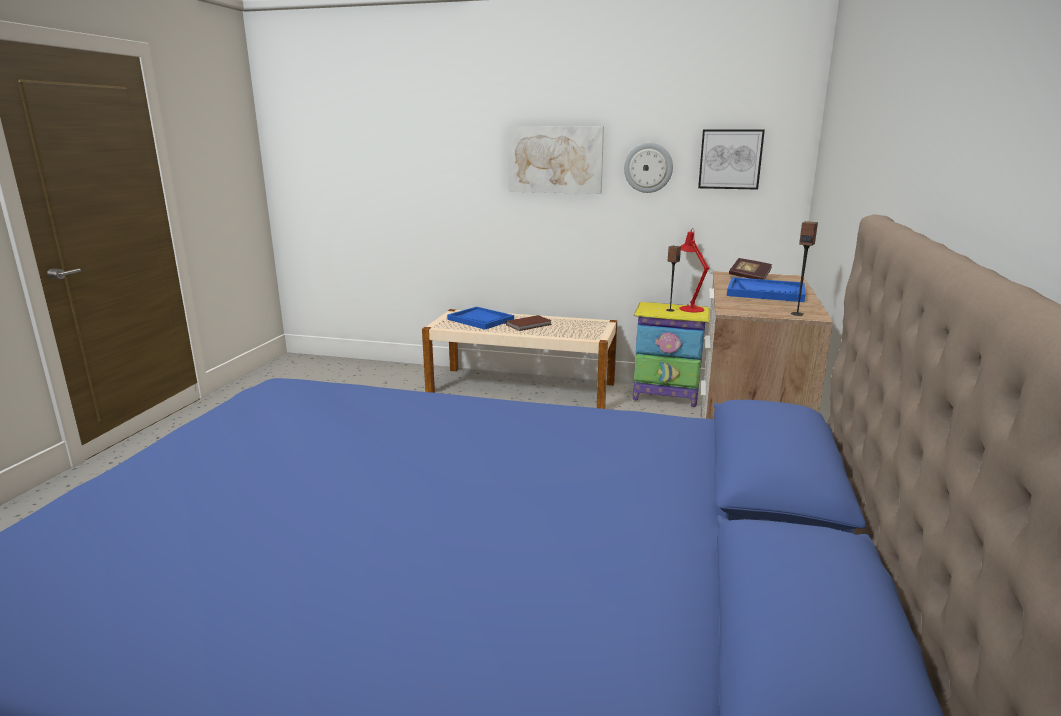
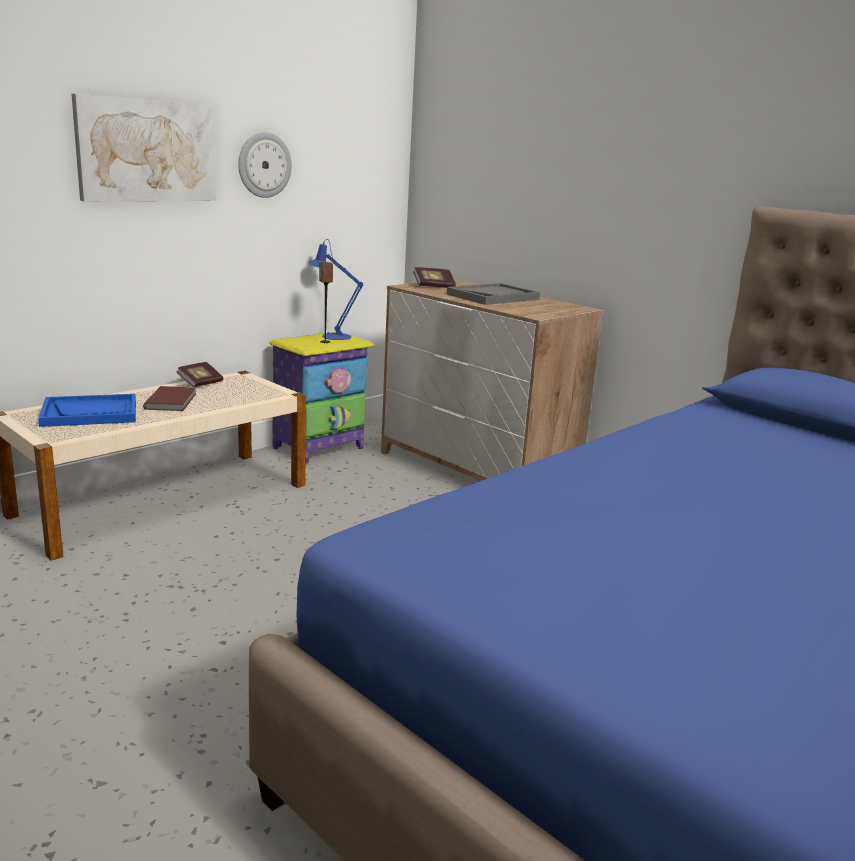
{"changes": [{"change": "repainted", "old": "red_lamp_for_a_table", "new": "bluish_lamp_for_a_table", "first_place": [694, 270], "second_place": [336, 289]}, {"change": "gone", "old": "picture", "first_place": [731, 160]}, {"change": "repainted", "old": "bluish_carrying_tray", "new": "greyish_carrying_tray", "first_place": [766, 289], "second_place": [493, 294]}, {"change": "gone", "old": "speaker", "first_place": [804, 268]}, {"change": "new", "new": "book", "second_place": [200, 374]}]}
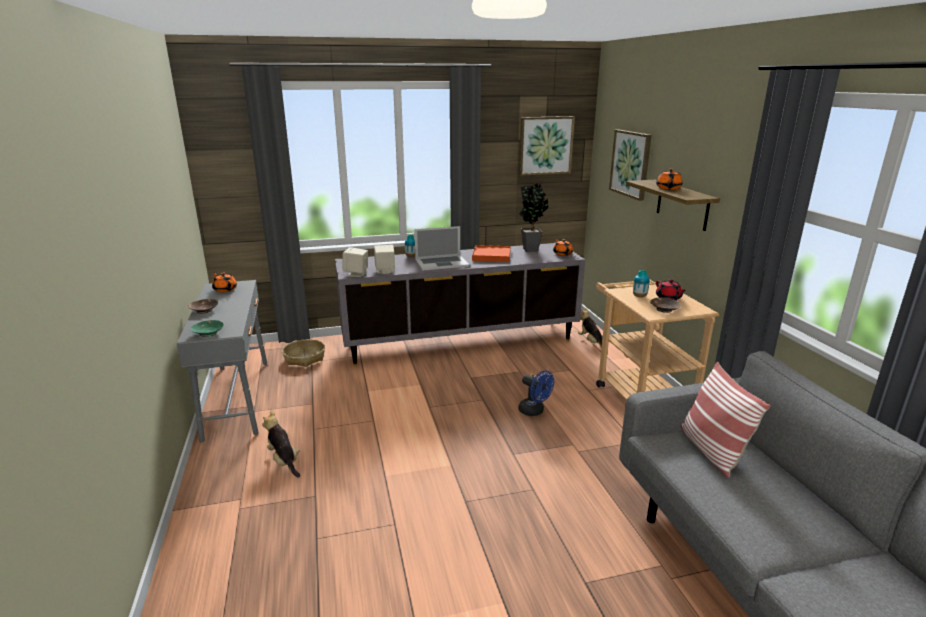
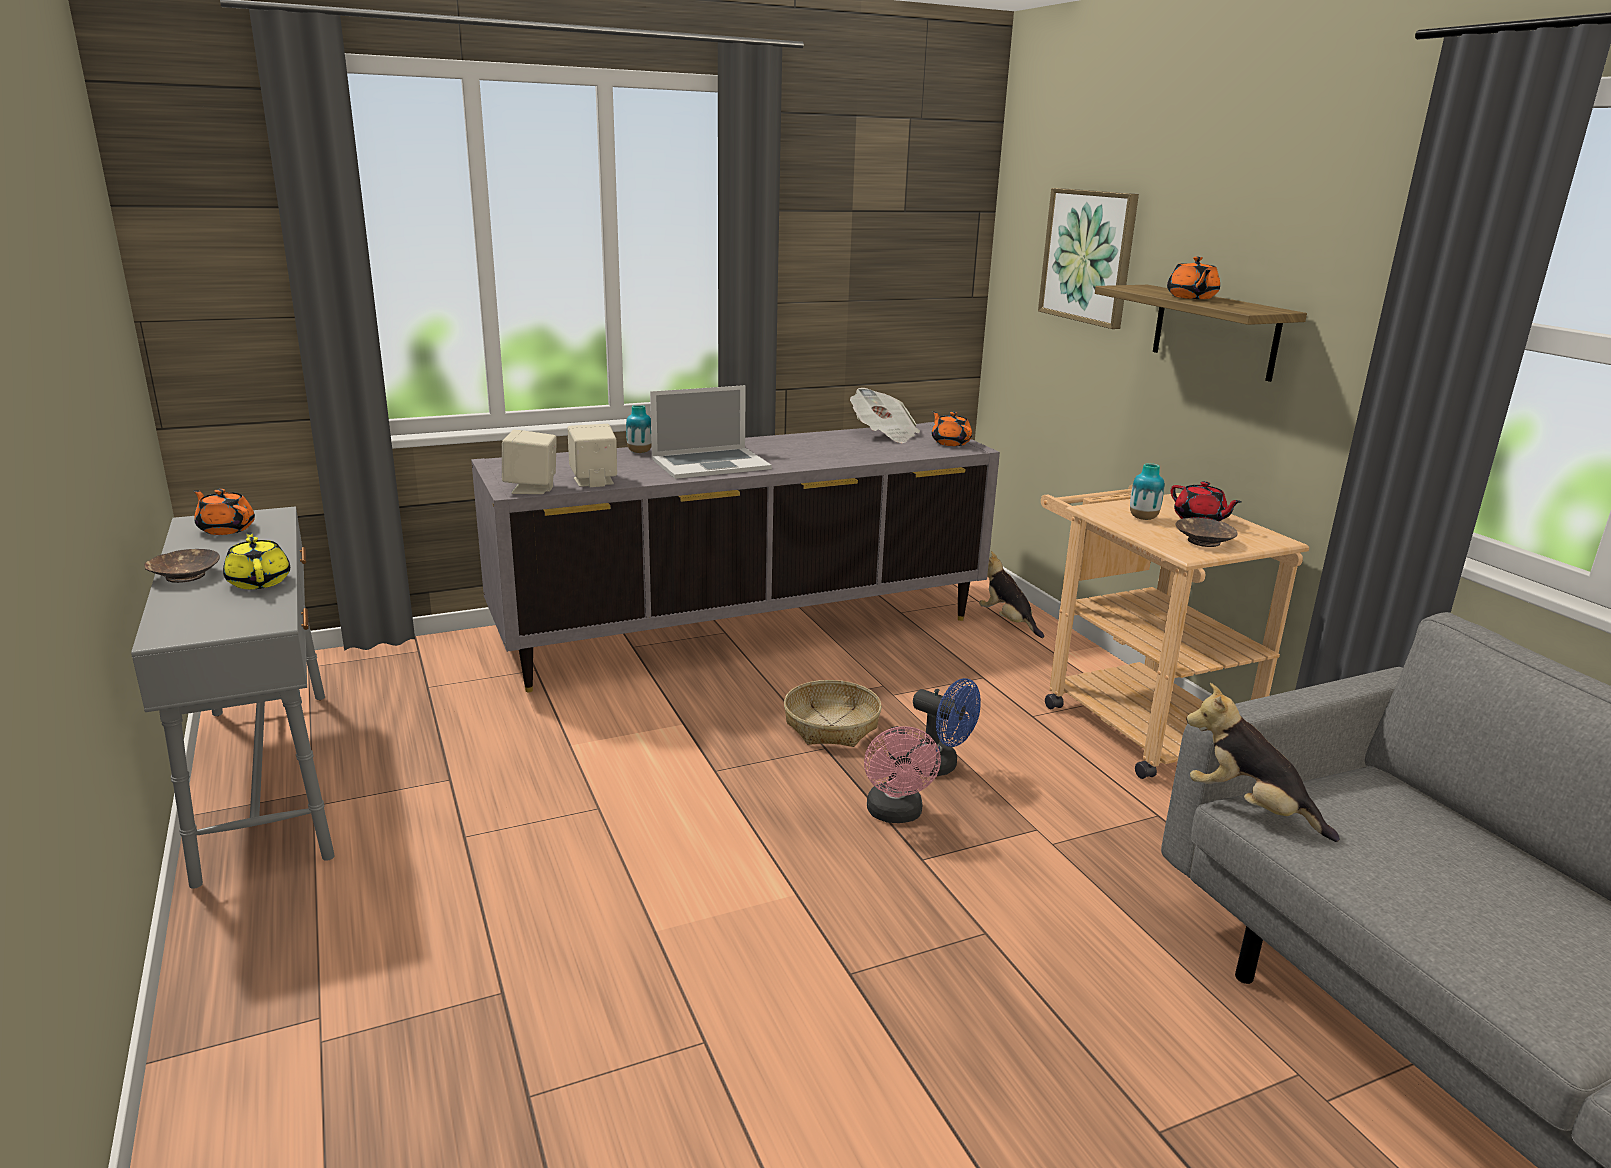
{"changes": [{"change": "gone", "old": "greenish_serving_bowl", "first_place": [206, 328]}, {"change": "shifted", "old": "cuddly_toy", "first_place": [281, 444], "second_place": [1263, 762]}, {"change": "shifted", "old": "storage_basket", "first_place": [303, 353], "second_place": [833, 713]}, {"change": "gone", "old": "orange_carrying_tray", "first_place": [491, 253]}, {"change": "gone", "old": "picture", "first_place": [547, 146]}, {"change": "swapped", "old": "houseplant", "new": "daily_paper", "first_place": [533, 217], "second_place": [885, 415]}, {"change": "gone", "old": "pillow", "first_place": [725, 420]}, {"change": "new", "new": "yellowish_teapot", "second_place": [256, 560]}, {"change": "new", "new": "pink-coloured_cooling_fan", "second_place": [902, 774]}]}
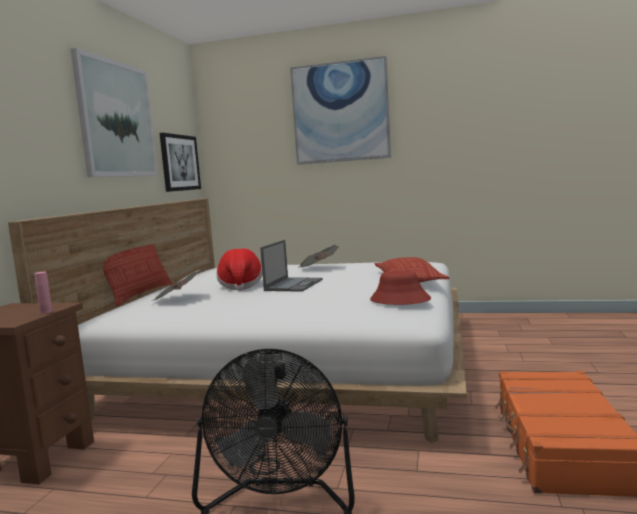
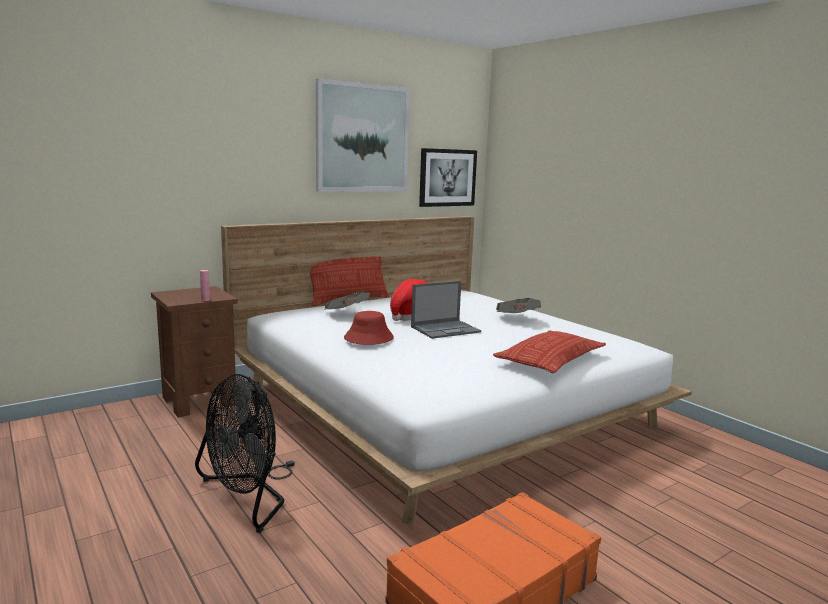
{"changes": [{"change": "gone", "old": "picture", "first_place": [340, 110]}, {"change": "shifted", "old": "red_wearable_hat", "first_place": [400, 288], "second_place": [369, 328]}]}
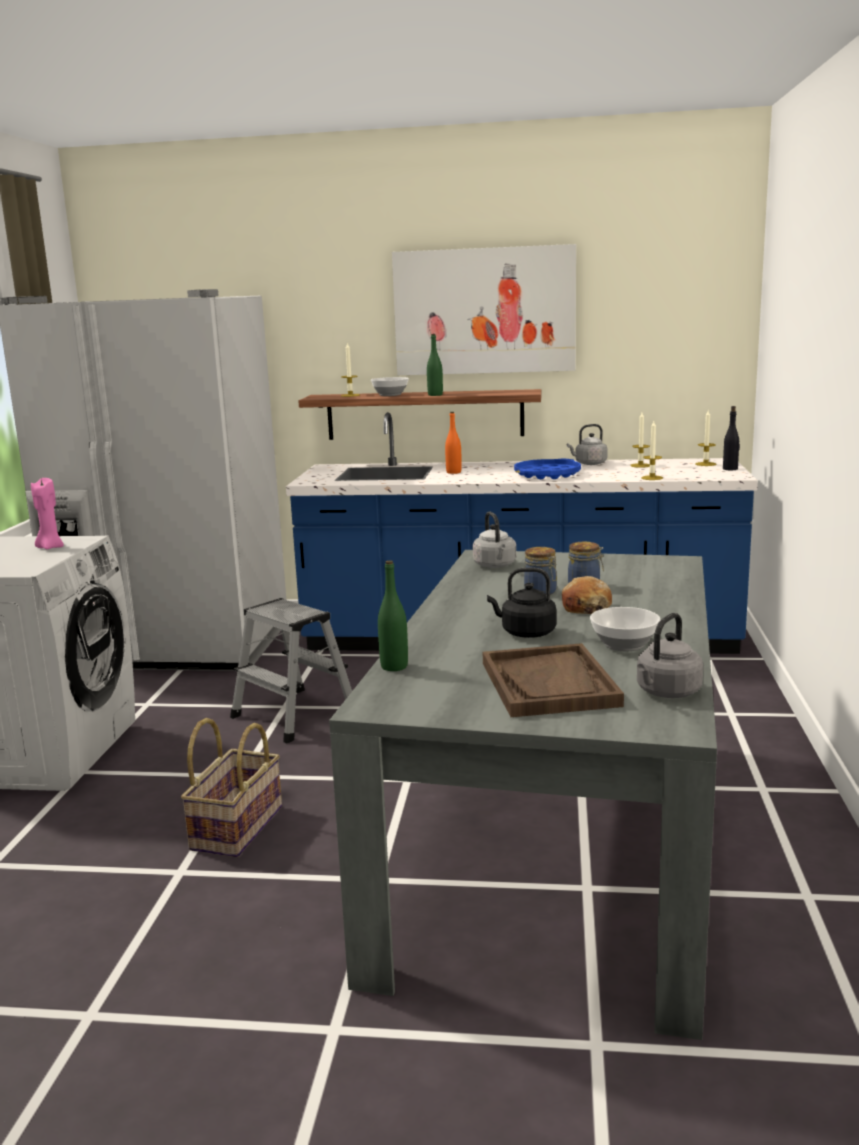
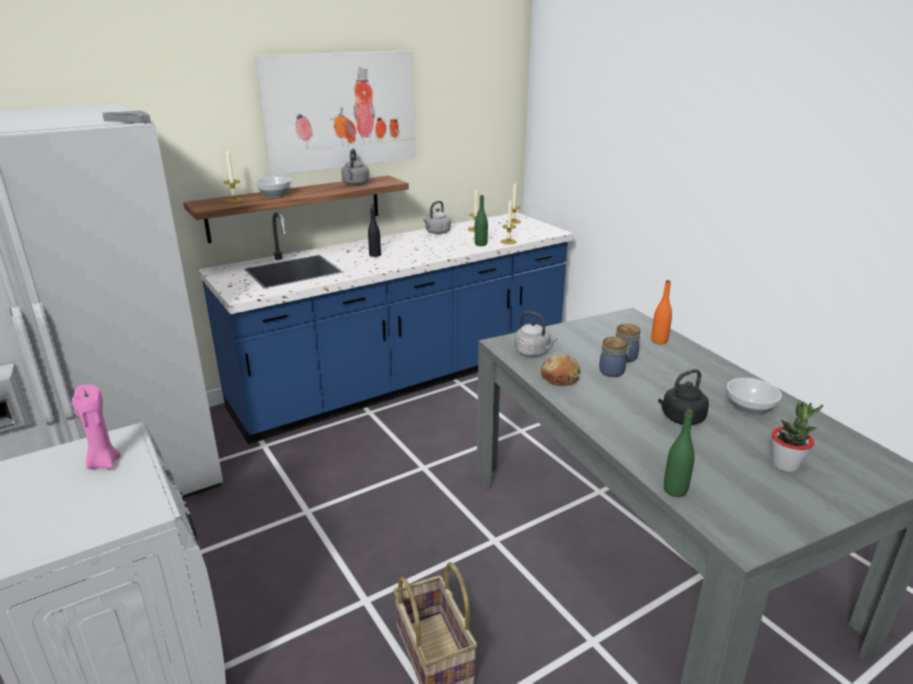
{"changes": [{"change": "gone", "old": "greyish_stepladder", "first_place": [291, 671]}, {"change": "shifted", "old": "greenish_bottle", "first_place": [435, 365], "second_place": [481, 220]}, {"change": "shifted", "old": "orange_bottle", "first_place": [453, 443], "second_place": [661, 312]}, {"change": "swapped", "old": "brown-coloured_carrying_tray", "new": "houseplant", "first_place": [553, 680], "second_place": [797, 436]}, {"change": "gone", "old": "bluish_carrying_tray", "first_place": [547, 469]}, {"change": "shifted", "old": "bakery_bread", "first_place": [587, 595], "second_place": [560, 370]}, {"change": "shifted", "old": "greyish_tea_kettle", "first_place": [670, 655], "second_place": [355, 167]}, {"change": "shifted", "old": "blackish_bottle", "first_place": [731, 438], "second_place": [374, 230]}]}
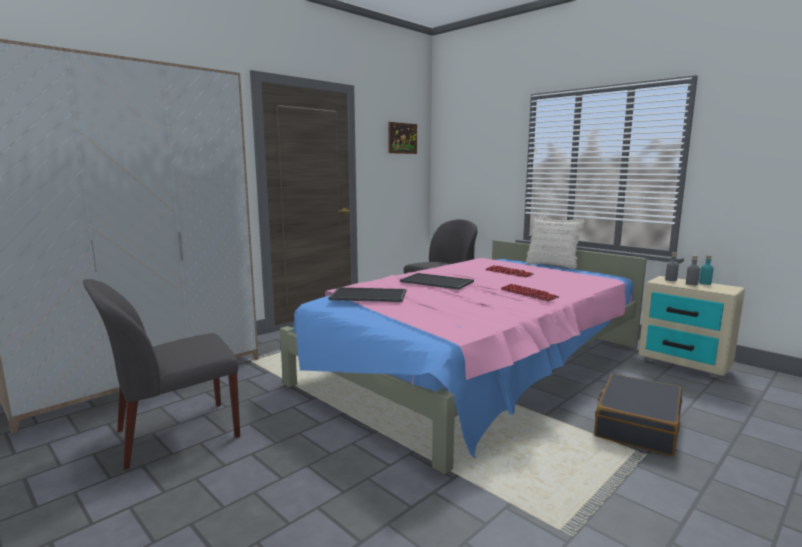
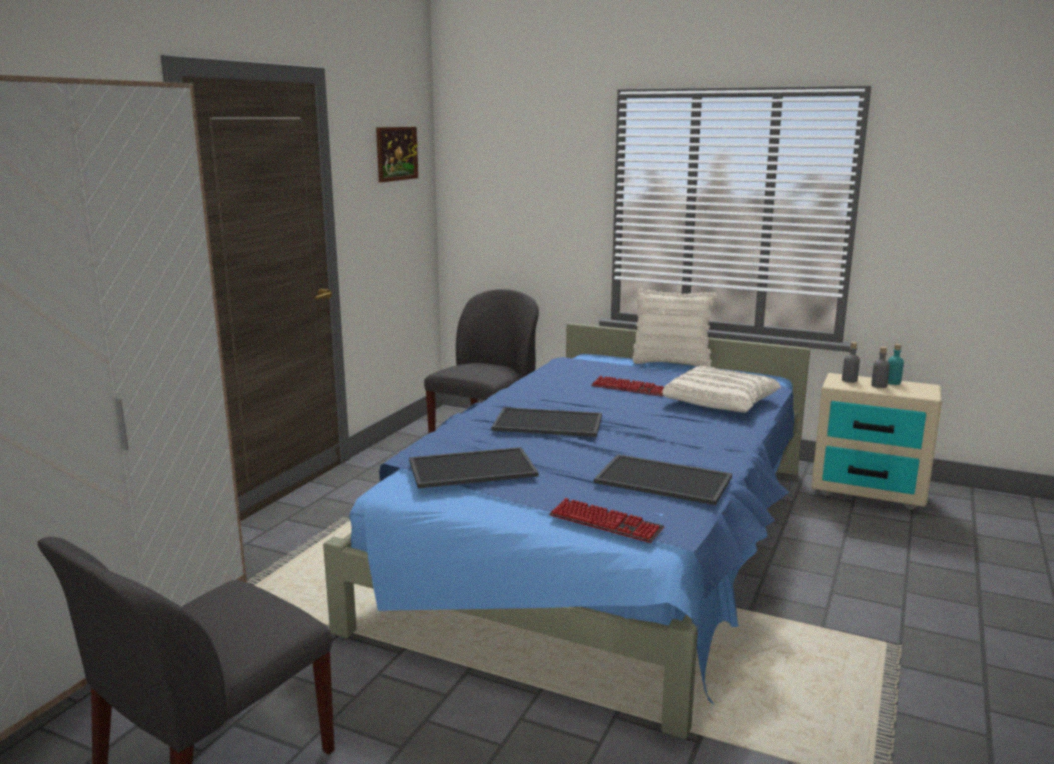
{"changes": [{"change": "repainted", "old": "pink-coloured_bed", "new": "bluish_bed", "first_place": [463, 357], "second_place": [566, 531]}, {"change": "shifted", "old": "PC_keyboard", "first_place": [530, 292], "second_place": [607, 520]}, {"change": "gone", "old": "blackish_travel_case", "first_place": [638, 415]}, {"change": "new", "new": "carrying_tray", "second_place": [663, 479]}, {"change": "new", "new": "sand-coloured_pillow", "second_place": [721, 389]}]}
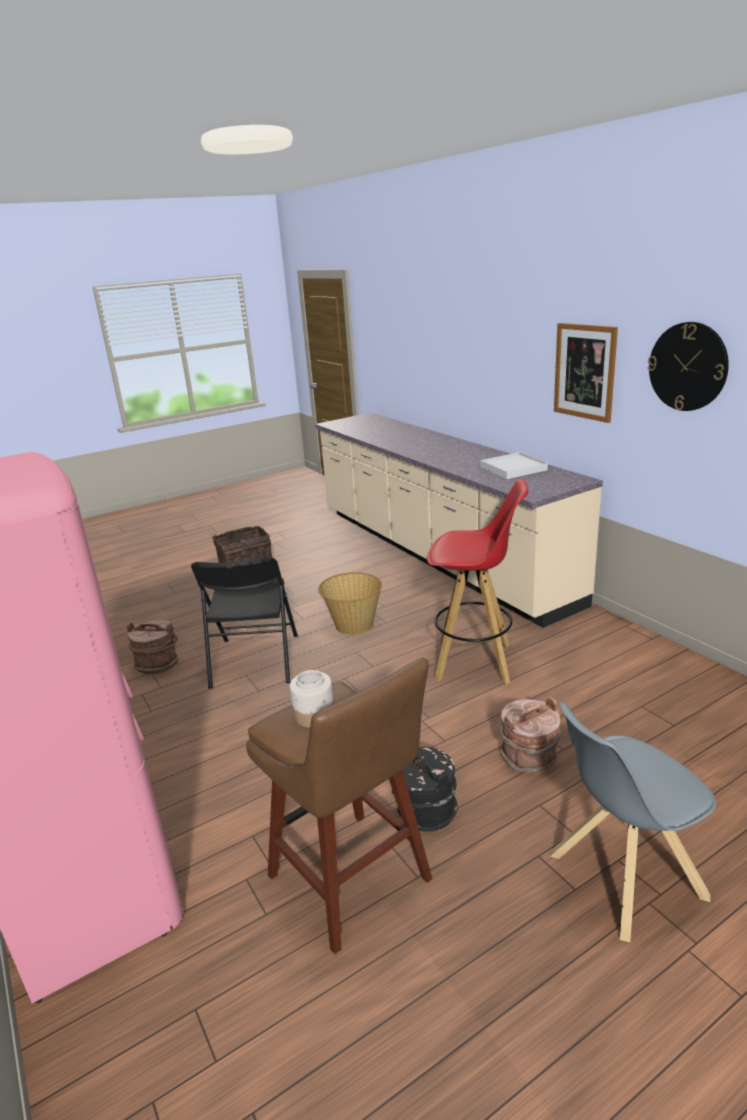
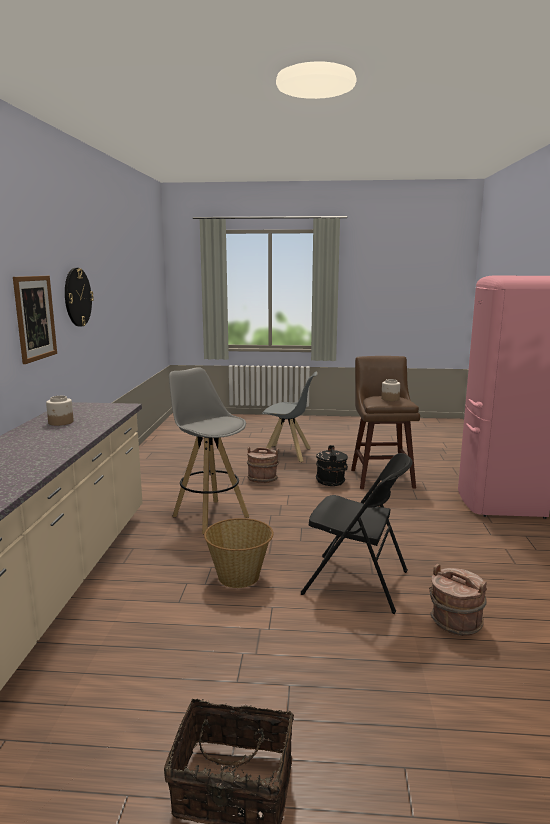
{"changes": [{"change": "rotated", "old": "blackish_chair", "first_place": [244, 623], "second_place": [357, 533], "degrees": 75}, {"change": "repainted", "old": "red_stool_seat", "new": "greyish_stool_seat", "first_place": [478, 582], "second_place": [209, 450]}, {"change": "swapped", "old": "white-coloured_carrying_tray", "new": "storage_jar", "first_place": [514, 465], "second_place": [60, 411]}]}
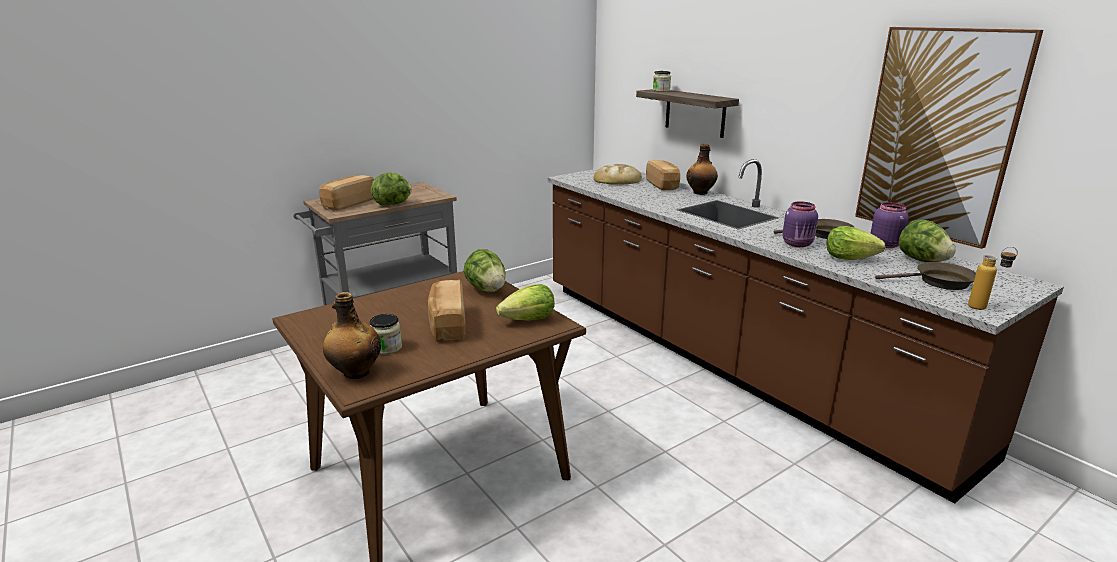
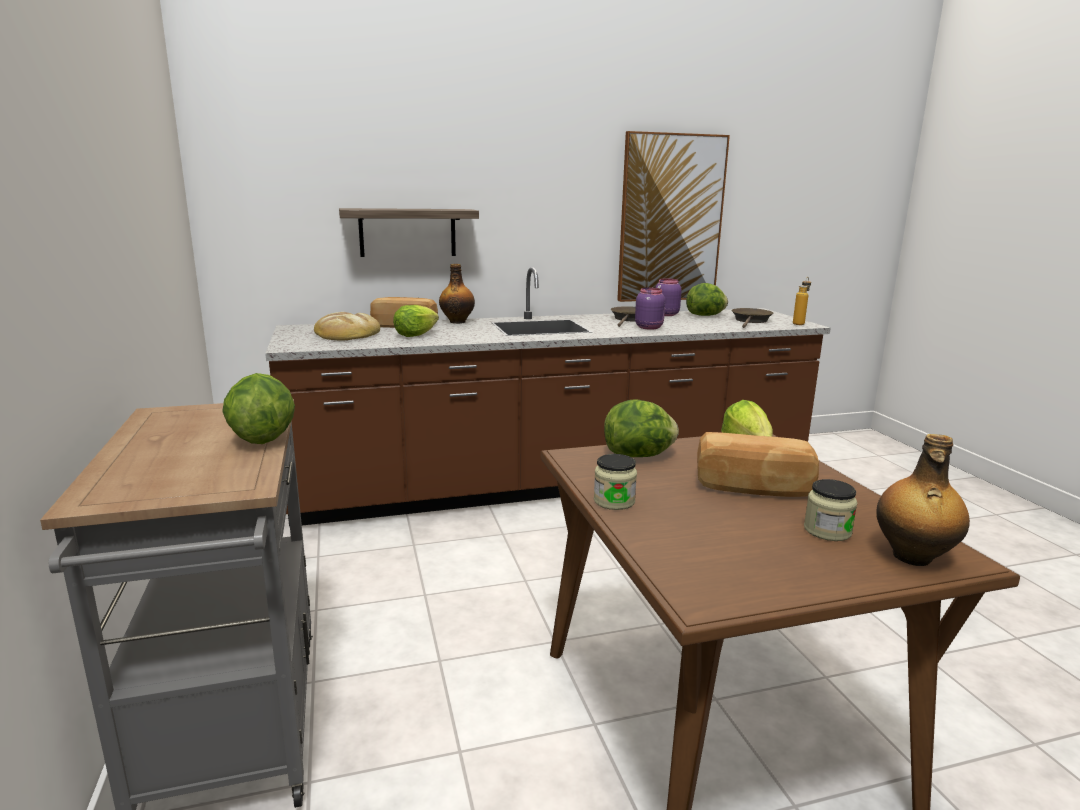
{"changes": [{"change": "gone", "old": "bakery_bread", "first_place": [346, 193]}, {"change": "shifted", "old": "storage_jar", "first_place": [662, 81], "second_place": [615, 482]}, {"change": "shifted", "old": "lettuce_head", "first_place": [856, 243], "second_place": [416, 321]}]}
